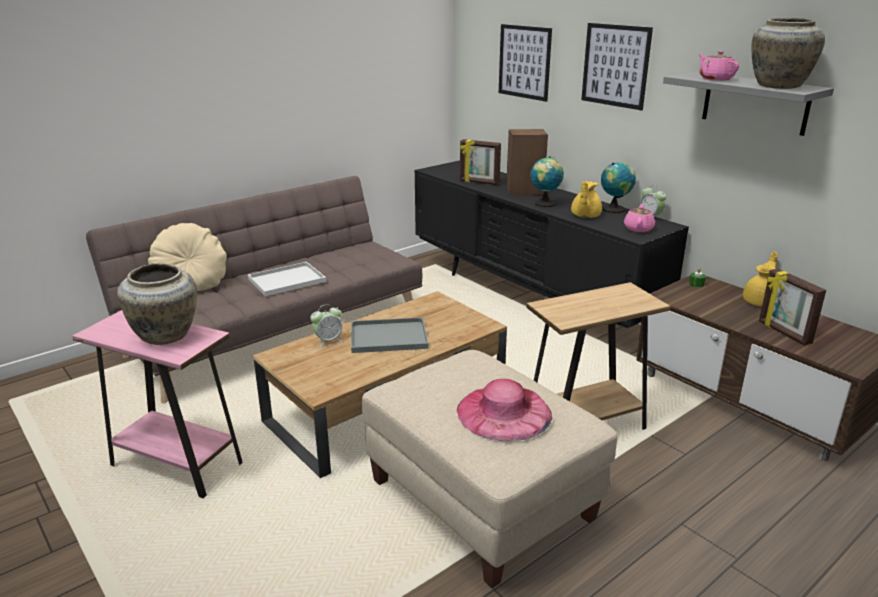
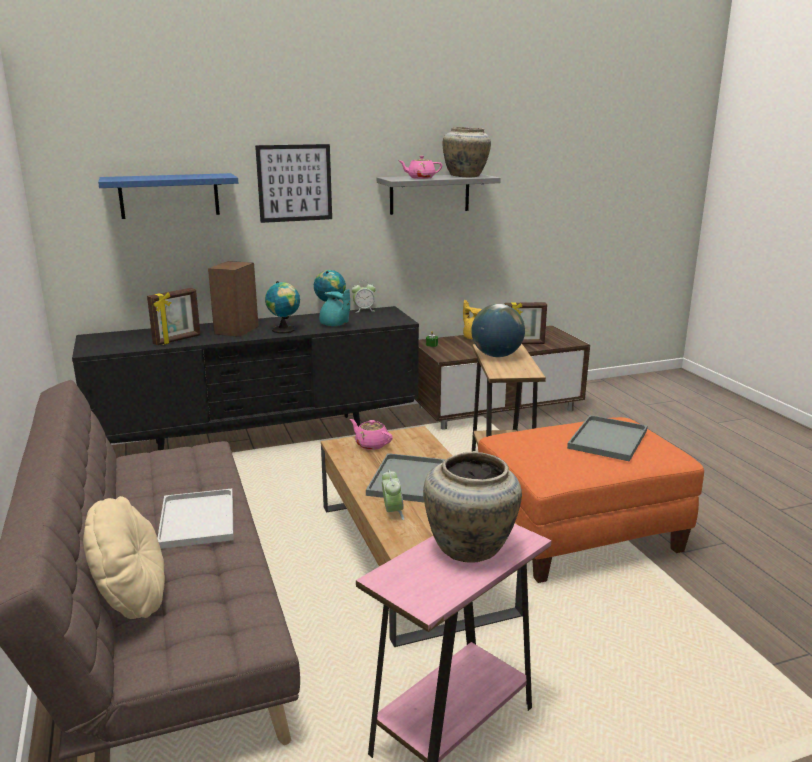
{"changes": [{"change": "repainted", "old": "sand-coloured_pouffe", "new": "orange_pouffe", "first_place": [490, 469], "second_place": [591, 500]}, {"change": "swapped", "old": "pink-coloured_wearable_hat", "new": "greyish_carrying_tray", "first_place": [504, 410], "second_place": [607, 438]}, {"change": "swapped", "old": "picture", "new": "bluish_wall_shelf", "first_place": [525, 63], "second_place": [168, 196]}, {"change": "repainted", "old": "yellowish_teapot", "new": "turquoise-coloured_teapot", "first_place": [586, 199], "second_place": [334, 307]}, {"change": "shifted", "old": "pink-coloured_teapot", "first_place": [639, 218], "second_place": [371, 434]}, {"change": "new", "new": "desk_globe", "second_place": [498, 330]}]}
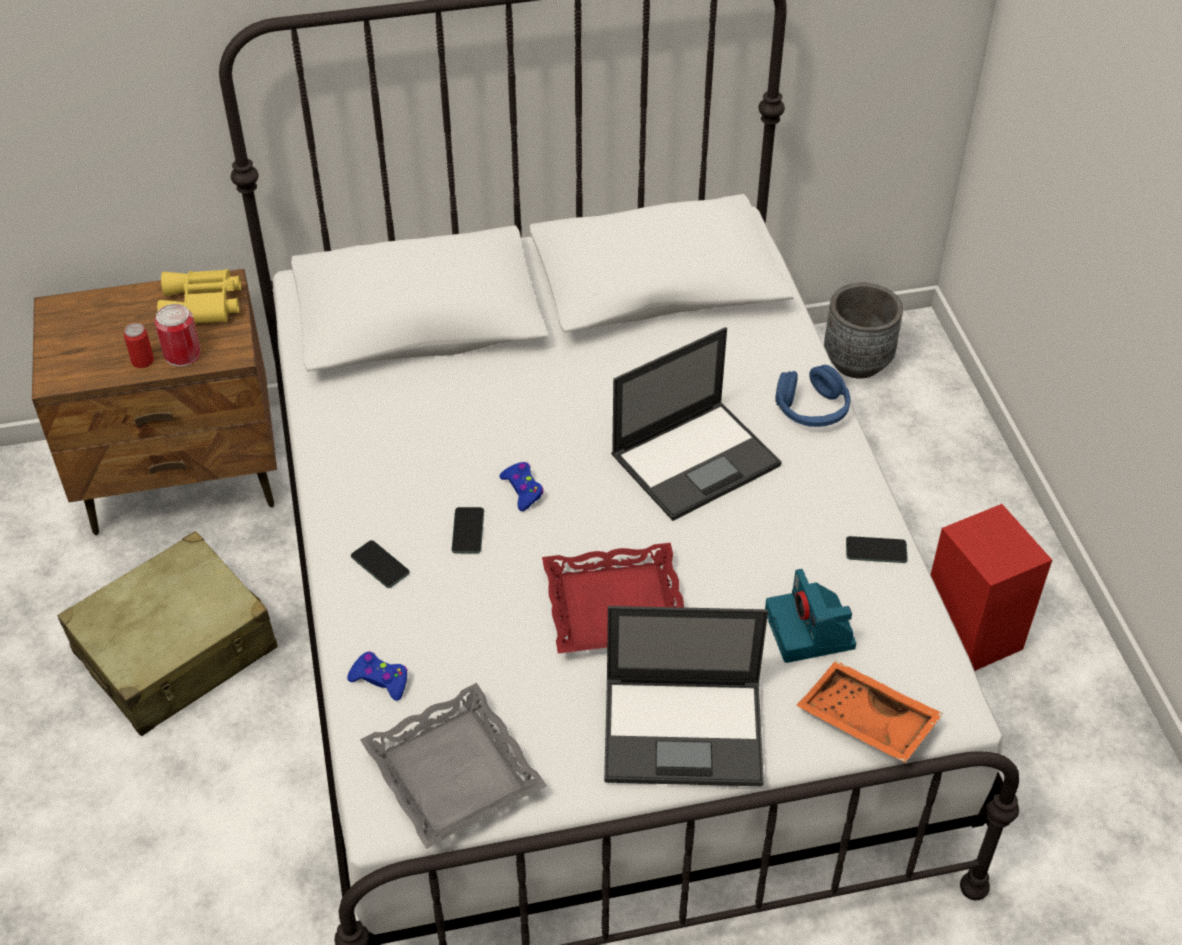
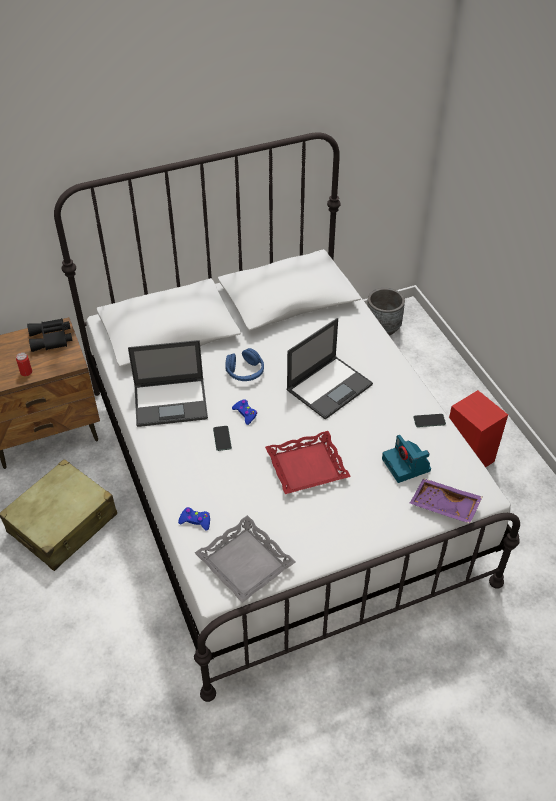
{"changes": [{"change": "gone", "old": "can", "first_place": [177, 335]}, {"change": "repainted", "old": "yellowish_field_glasses", "new": "blackish_field_glasses", "first_place": [199, 296], "second_place": [49, 335]}, {"change": "gone", "old": "telephone", "first_place": [380, 564]}, {"change": "shifted", "old": "portable_computer", "first_place": [686, 696], "second_place": [168, 383]}, {"change": "shifted", "old": "bluish_pair_of_headphones", "first_place": [813, 396], "second_place": [244, 364]}, {"change": "repainted", "old": "orange_carrying_tray", "new": "purplish_carrying_tray", "first_place": [869, 711], "second_place": [446, 500]}]}
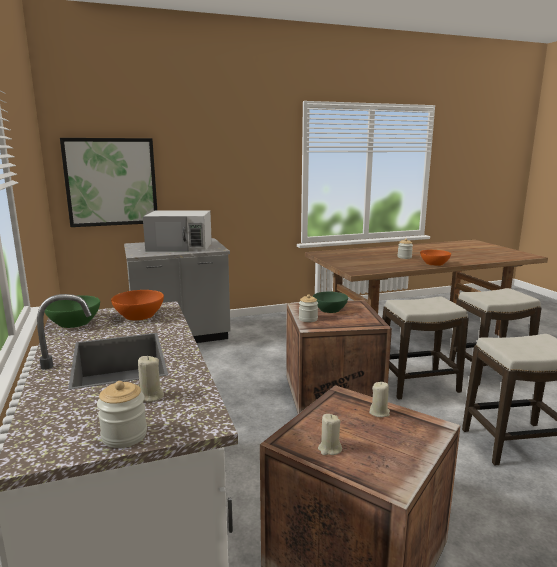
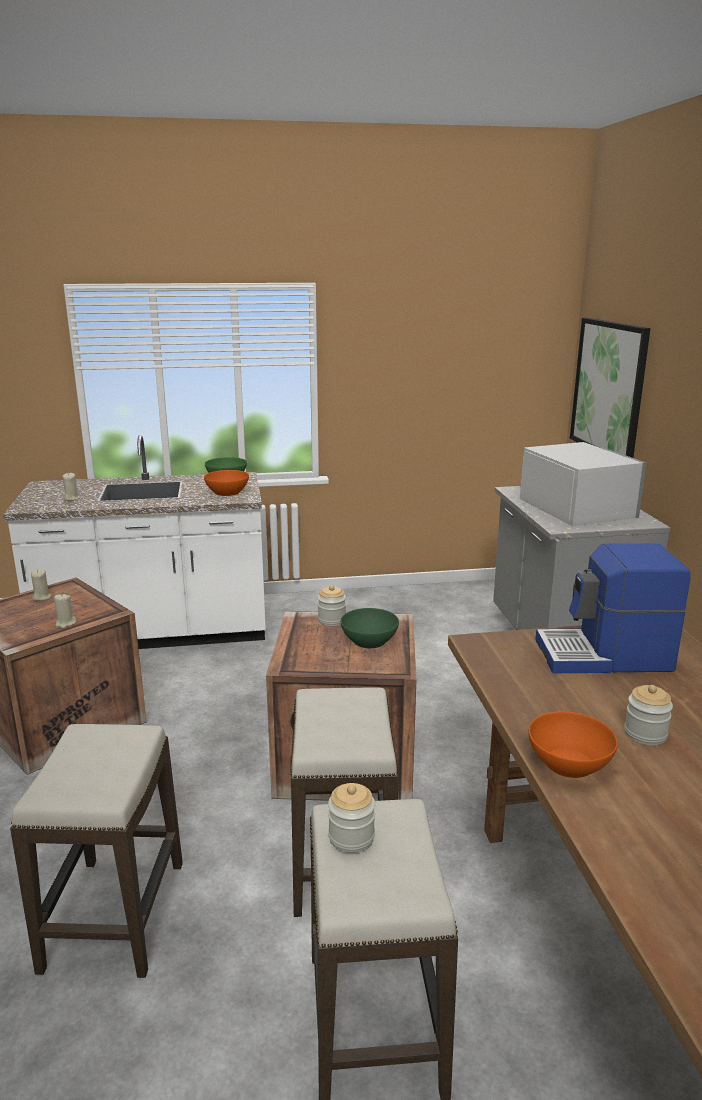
{"changes": [{"change": "shifted", "old": "storage_jar", "first_place": [122, 414], "second_place": [351, 818]}, {"change": "rotated", "old": "white-coloured_microwave", "first_place": [177, 231], "second_place": [583, 484], "degrees": 150}, {"change": "new", "new": "coffee_brewer", "second_place": [613, 608]}]}
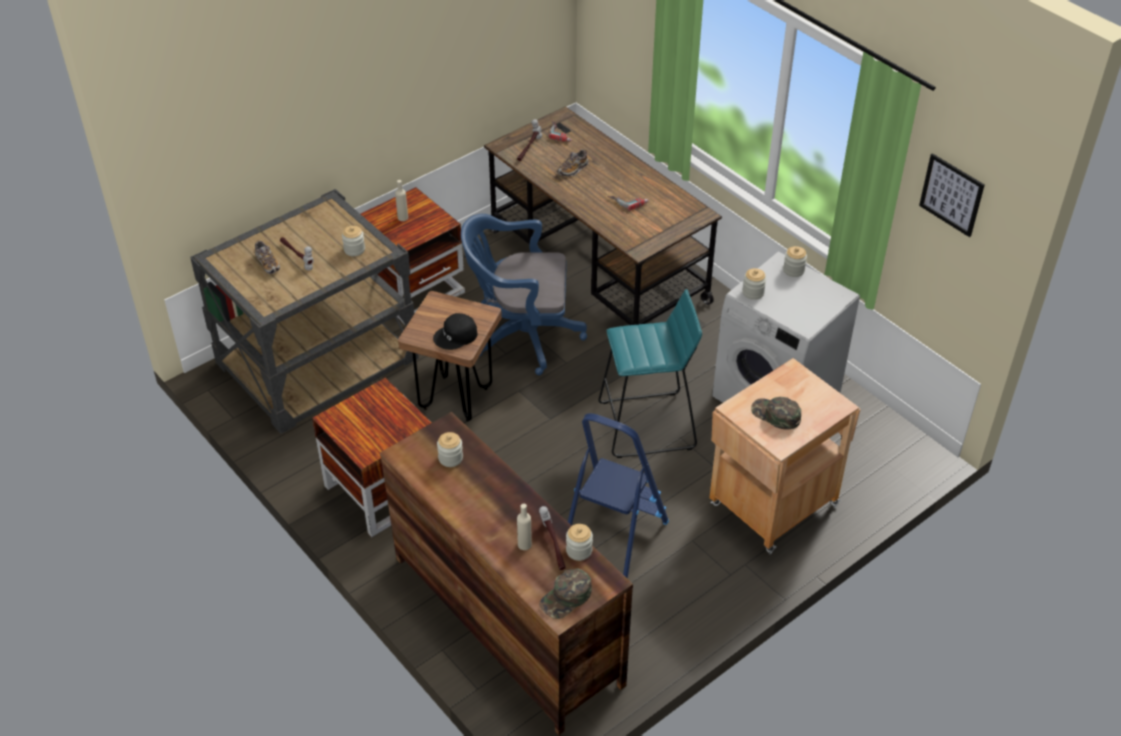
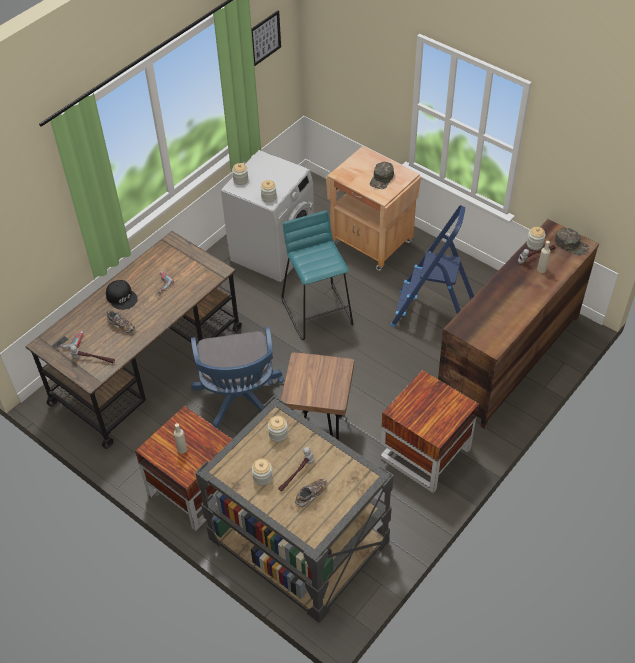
{"changes": [{"change": "shifted", "old": "blackish_peaked_cap", "first_place": [455, 331], "second_place": [122, 295]}, {"change": "shifted", "old": "storage_jar", "first_place": [450, 449], "second_place": [262, 472]}]}
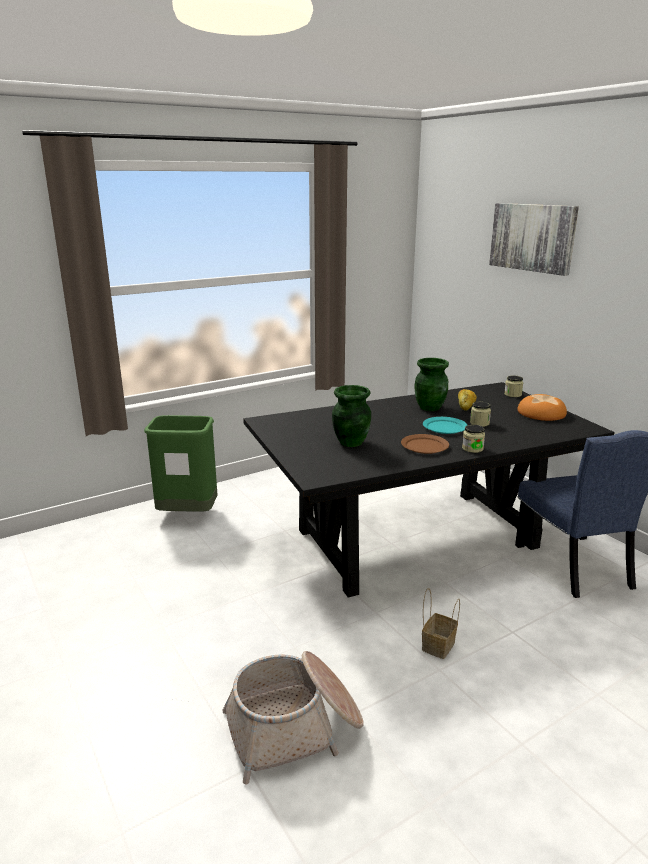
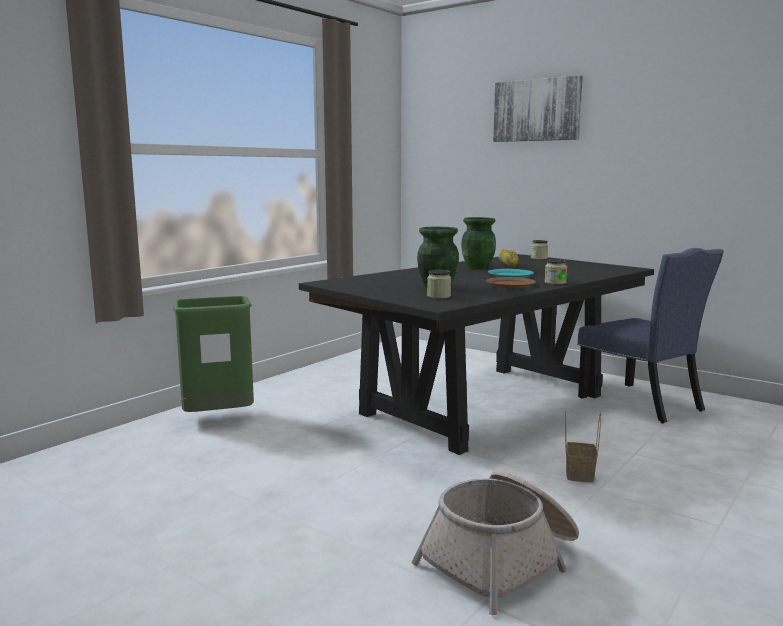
{"changes": [{"change": "shifted", "old": "storage_jar", "first_place": [480, 414], "second_place": [439, 284]}, {"change": "gone", "old": "bakery_bread", "first_place": [542, 407]}]}
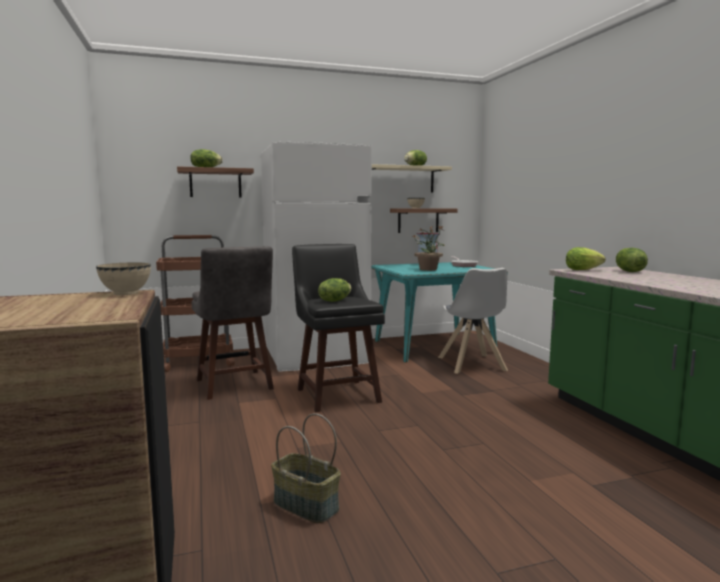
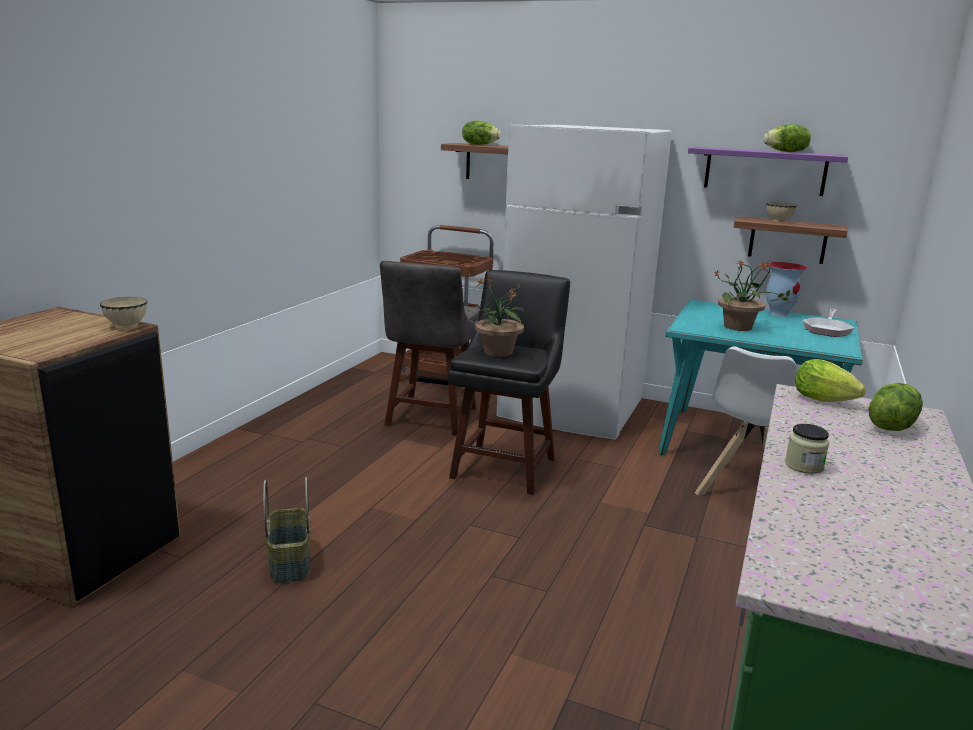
{"changes": [{"change": "swapped", "old": "lettuce_head", "new": "houseplant", "first_place": [334, 290], "second_place": [496, 316]}, {"change": "repainted", "old": "sand-coloured_wall_shelf", "new": "purplish_wall_shelf", "first_place": [412, 178], "second_place": [768, 171]}, {"change": "new", "new": "storage_jar", "second_place": [807, 449]}]}
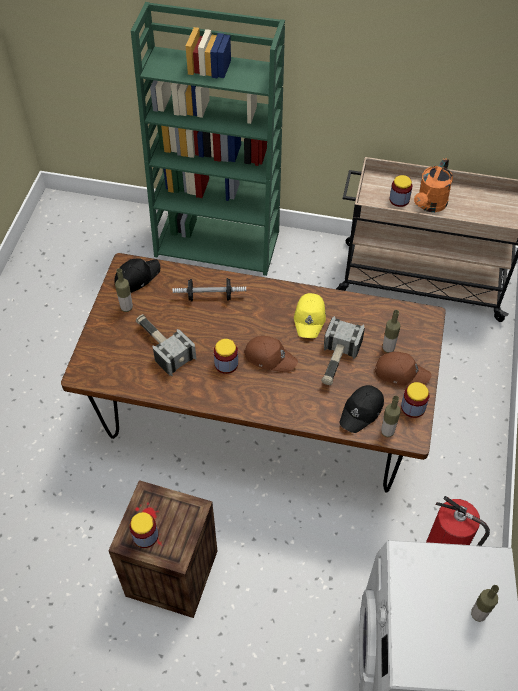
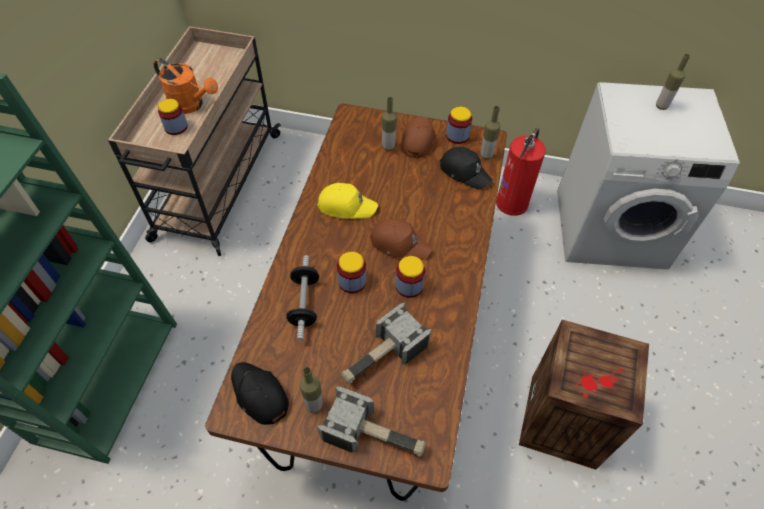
{"changes": [{"change": "shifted", "old": "storage_jar", "first_place": [143, 530], "second_place": [351, 272]}, {"change": "rotated", "old": "brown-coloured_peaked_cap", "first_place": [271, 354], "second_place": [401, 240], "degrees": 90}, {"change": "shifted", "old": "tool_hammer", "first_place": [343, 350], "second_place": [371, 422]}]}
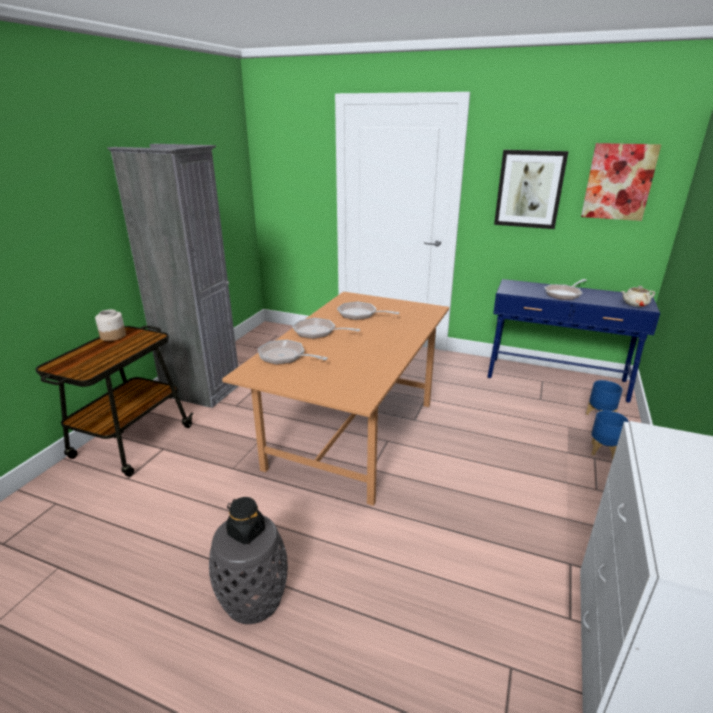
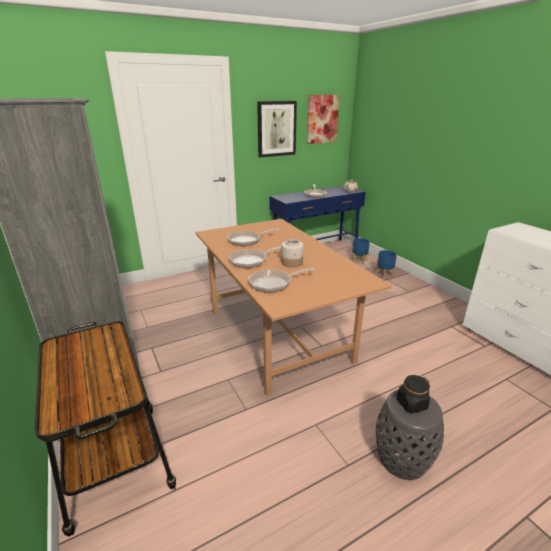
{"changes": [{"change": "shifted", "old": "storage_jar", "first_place": [110, 325], "second_place": [292, 253]}]}
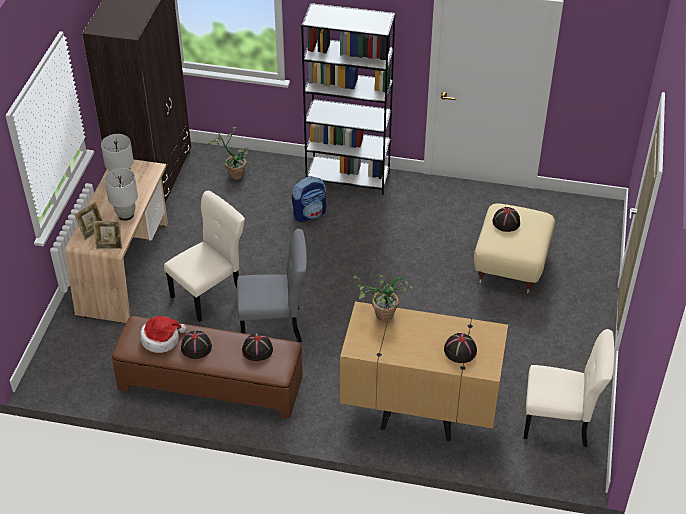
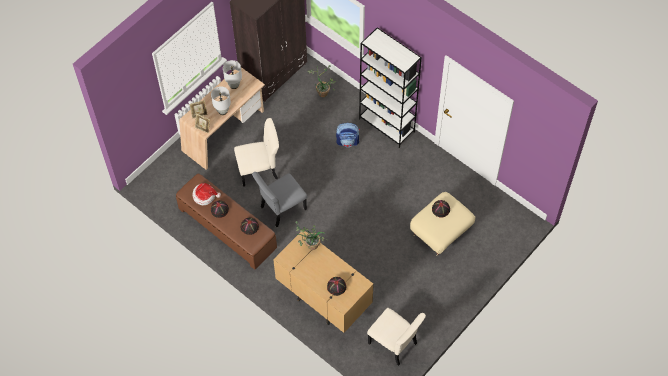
{"changes": [{"change": "rotated", "old": "greyish_chair", "first_place": [272, 285], "second_place": [279, 199], "degrees": 120}]}
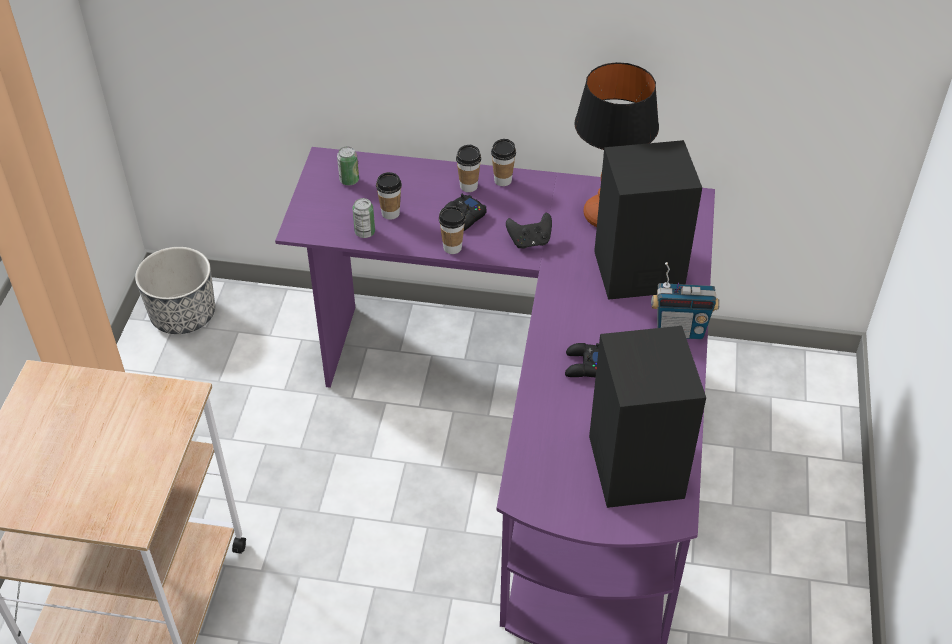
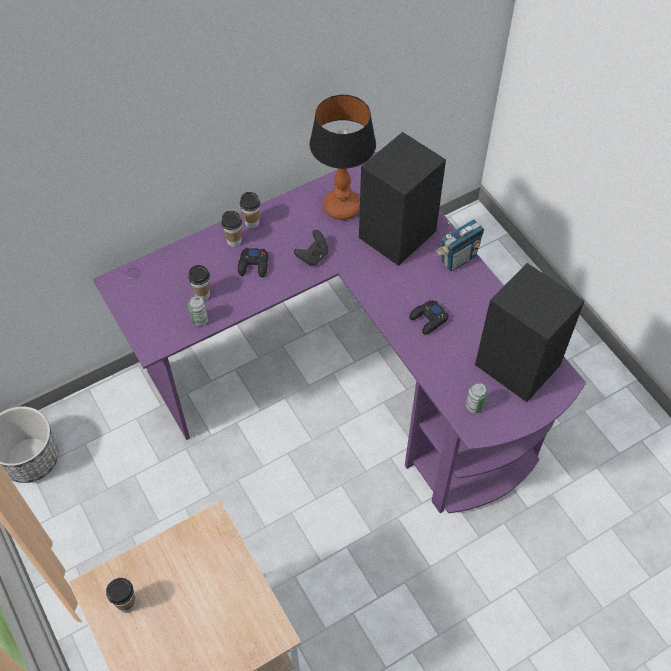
{"changes": [{"change": "shifted", "old": "can", "first_place": [348, 166], "second_place": [476, 398]}, {"change": "shifted", "old": "small_cup", "first_place": [452, 230], "second_place": [121, 595]}]}
